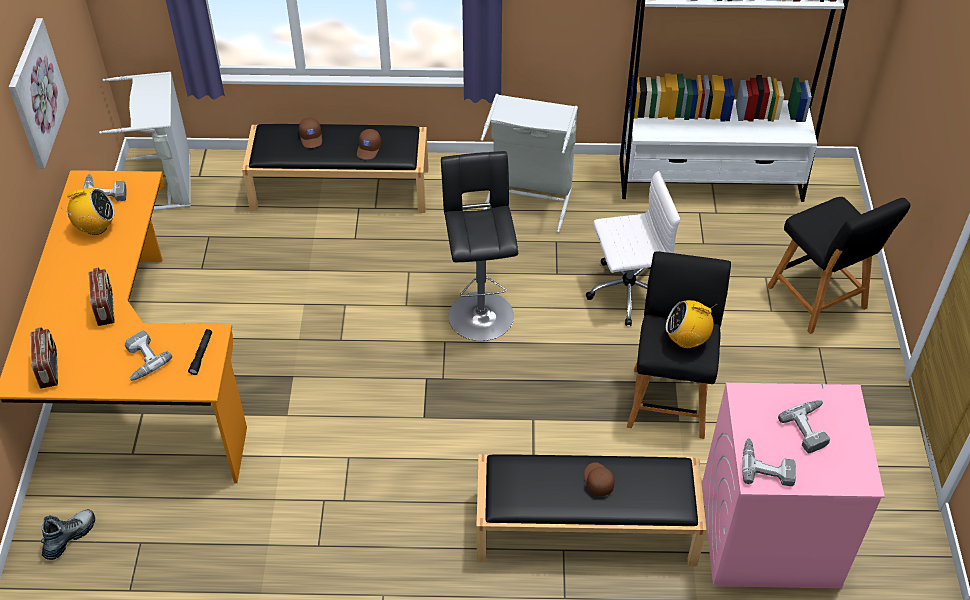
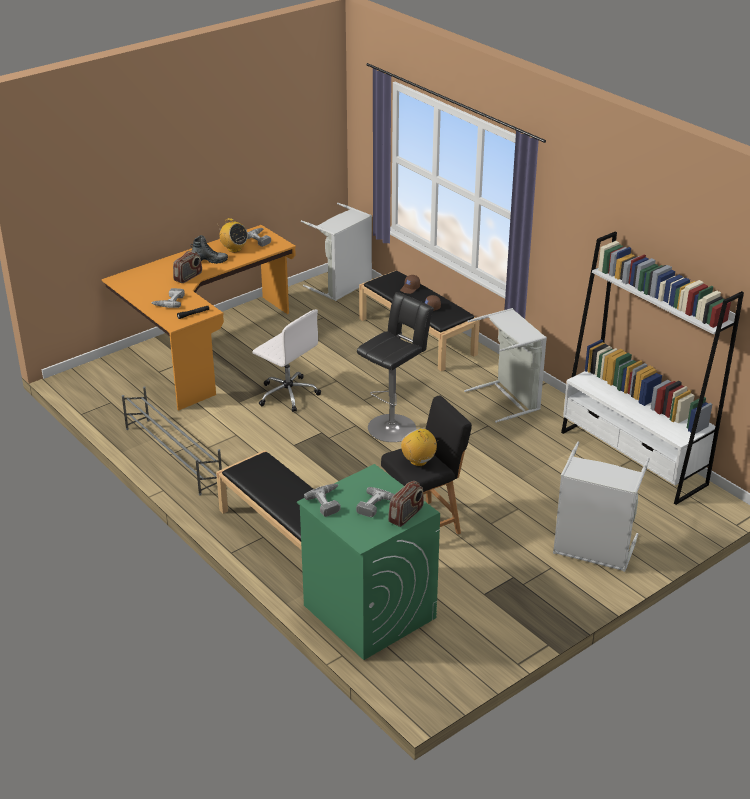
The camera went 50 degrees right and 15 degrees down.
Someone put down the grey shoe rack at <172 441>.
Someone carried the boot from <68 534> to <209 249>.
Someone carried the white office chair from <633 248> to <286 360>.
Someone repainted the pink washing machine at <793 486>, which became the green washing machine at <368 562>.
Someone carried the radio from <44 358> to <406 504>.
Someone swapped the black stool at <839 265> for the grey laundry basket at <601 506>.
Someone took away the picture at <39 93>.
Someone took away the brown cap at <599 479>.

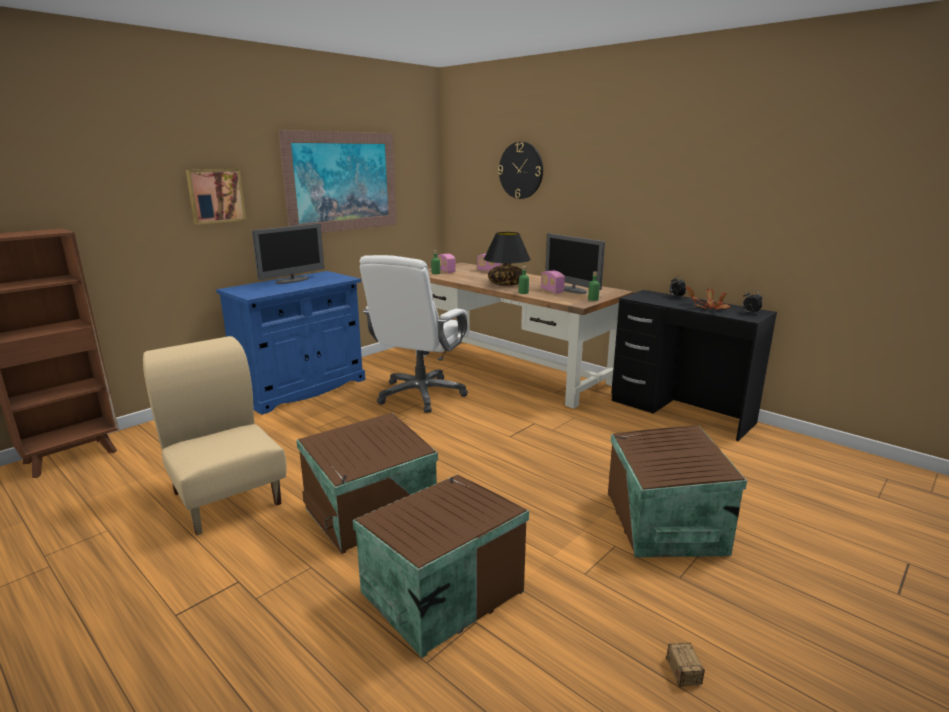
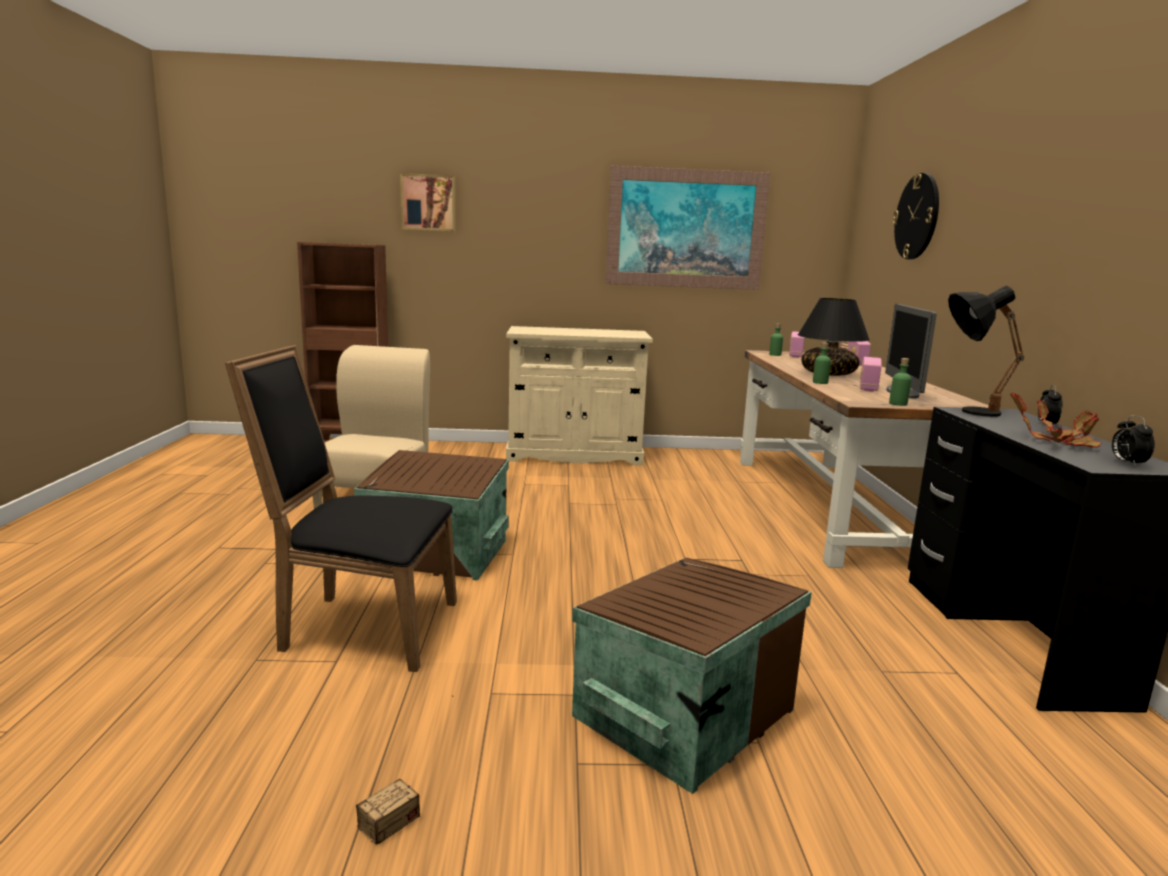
The camera went 45 degrees right and 5 degrees down.
Someone swapped the brown storage box at <441 566> for the black chair at <341 508>.
Someone carried the picture from <216 197> to <428 202>.
Someone repainted the blue cabinet at <290 343>, which became the beige cabinet at <579 395>.
Someone put down the black table lamp at <986 351>.
Someone took away the monitor at <288 253>.
Someone took away the white office chair at <414 334>.

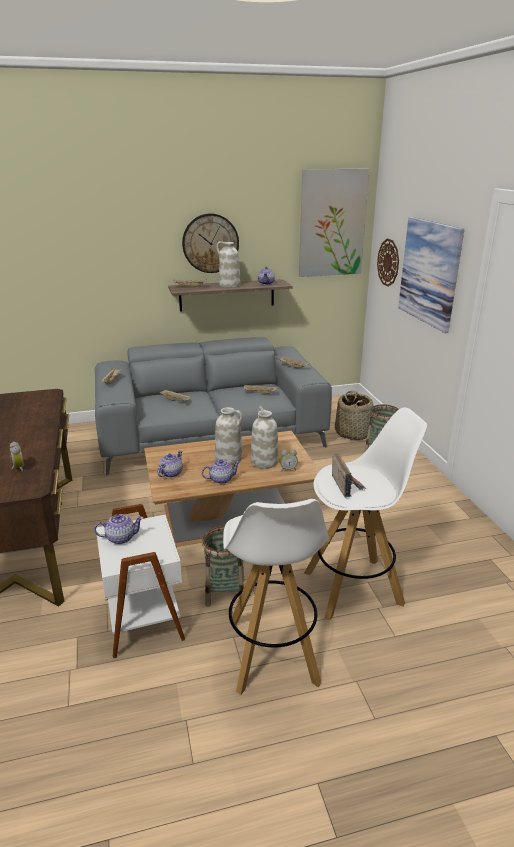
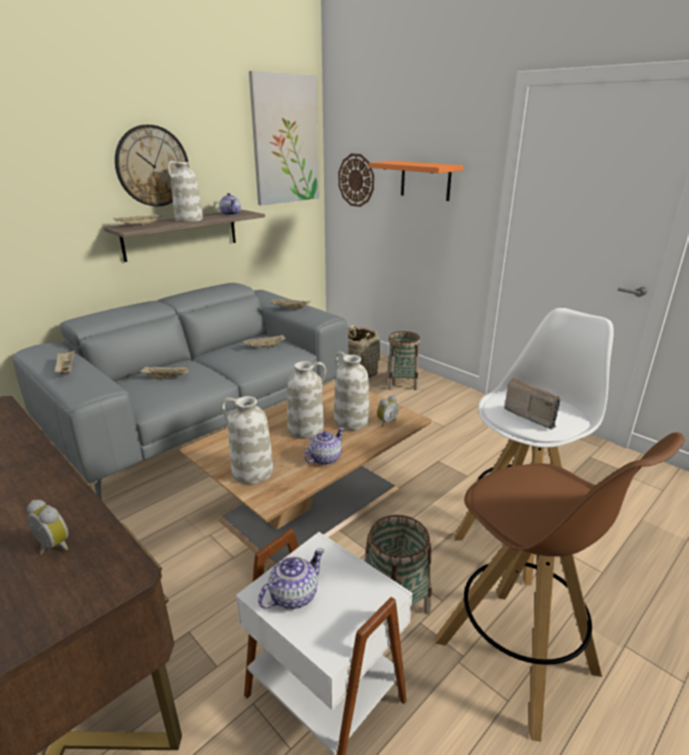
The camera went 30 degrees left and 0 degrees up.
Someone swapped the teapot at <170 464> for the white vase at <247 440>.
Someone swapped the picture at <431 275> for the orange shelf at <416 181>.
Someone repainted the white stool at <276 597>, which became the brown stool at <560 587>.

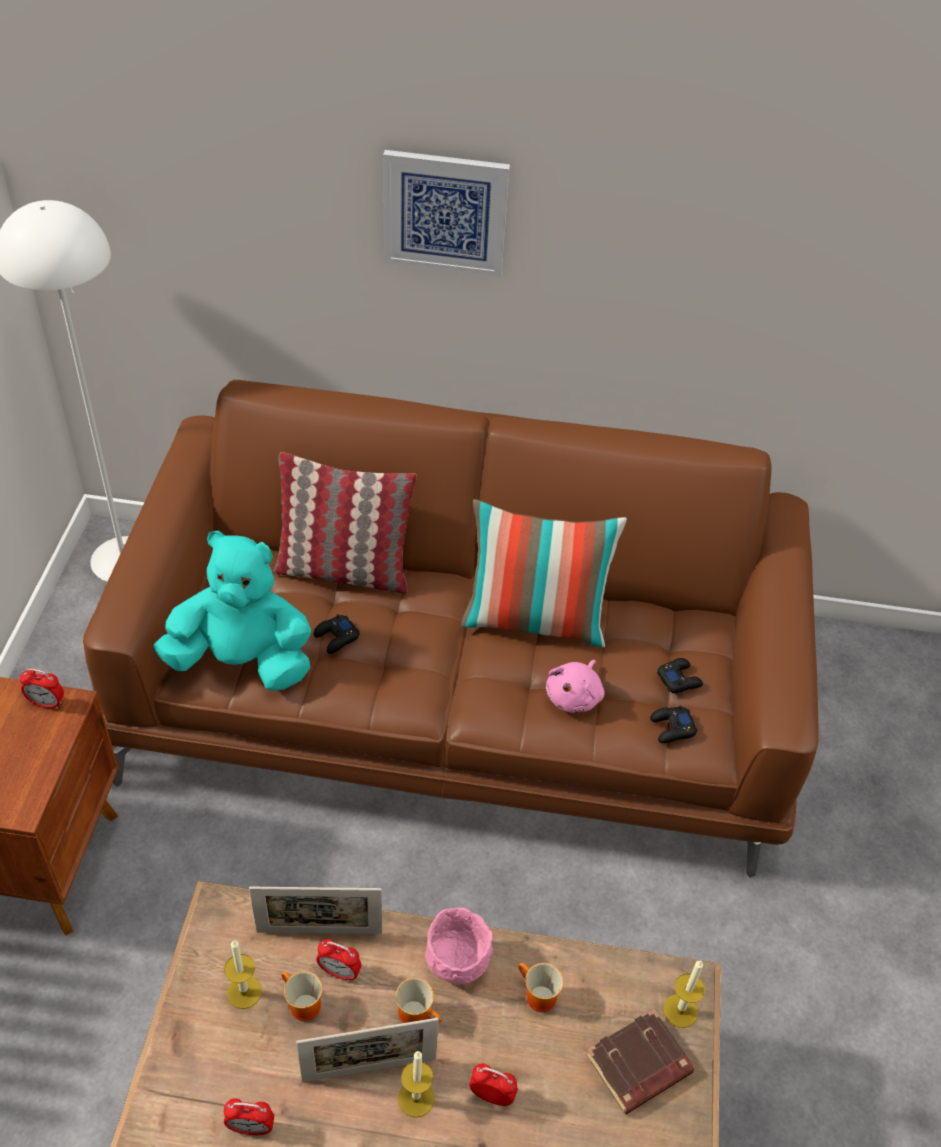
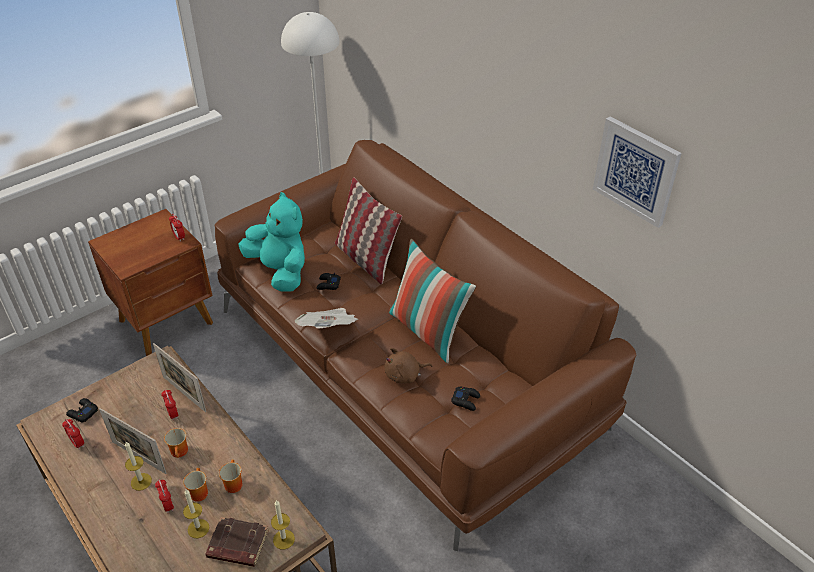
The camera went 45 degrees right and 5 degrees down.
Someone carried the black game controller from <673 724> to <82 410>.
Someone carried the mug from <302 996> to <195 485>.
Someone carried the candle from <243 974> to <196 514>.
Someone put down the newspaper at <326 318>.
Someone repainted the pink plush toy at <575 686>, which became the brown plush toy at <408 366>.
Someone carried the picture from <446 214> to <637 172>.
Someone took away the pink bowl at <459 946>.

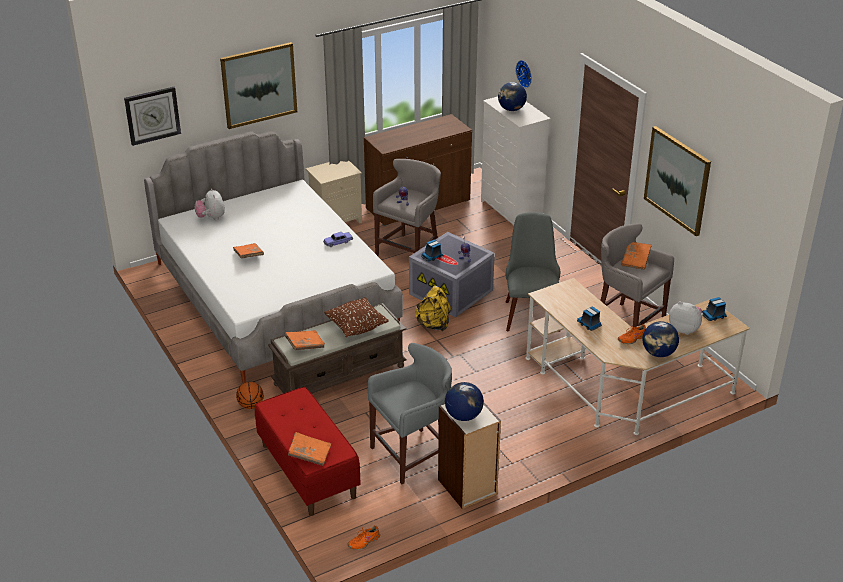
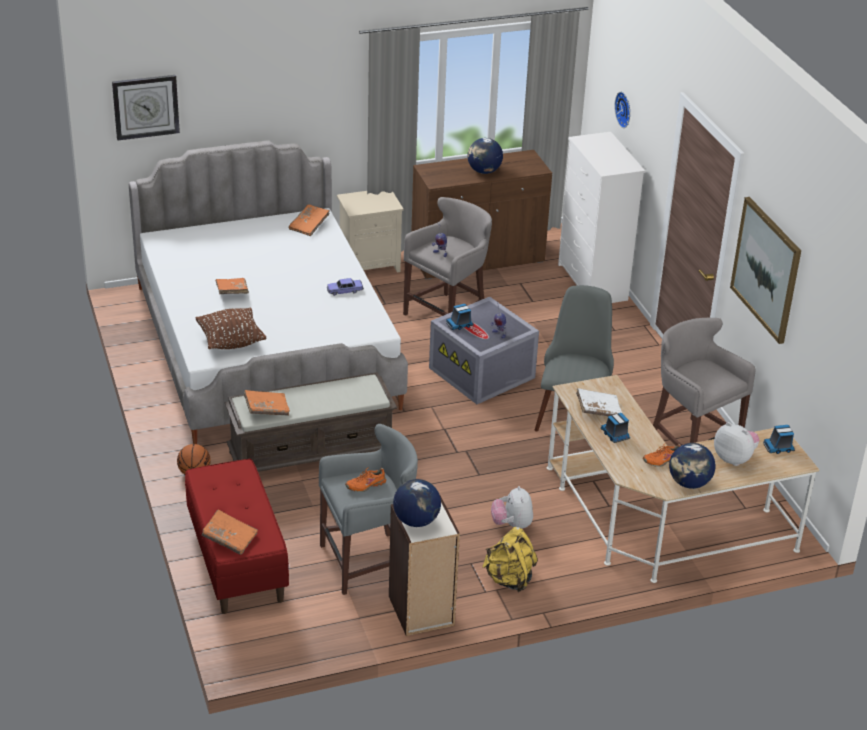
The camera went 10 degrees right and 0 degrees up.
Someone carried the brown pillow from <356 317> to <230 328>.
Someone carried the orange book from <636 256> to <309 220>.
Someone carried the orange shoe from <363 537> to <365 479>.
Someone carried the globe from <512 96> to <485 156>.
Someone carried the yellow backpack from <433 308> to <510 559>.
Someone carried the plush toy from <210 204> to <512 507>.
Someone put down the white book at <599 402>.
Someone took away the picture at <258 85>.

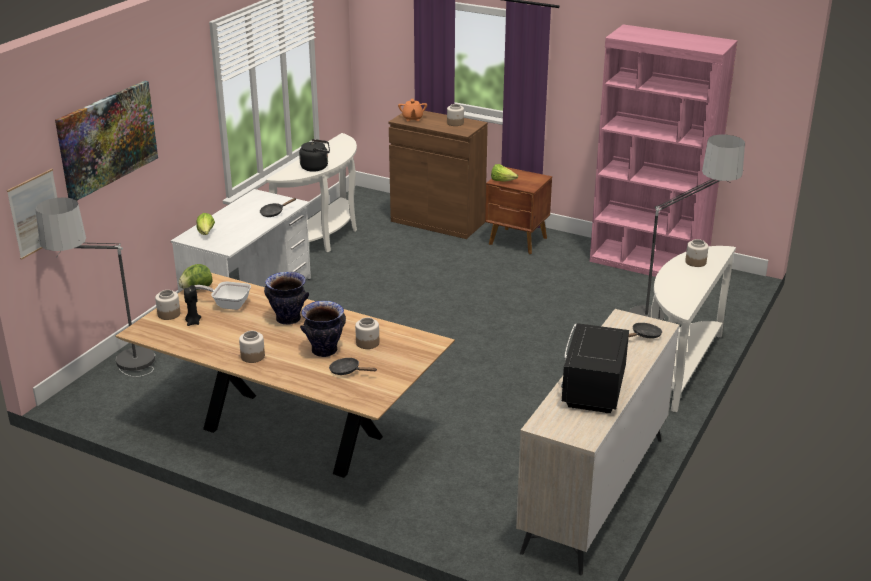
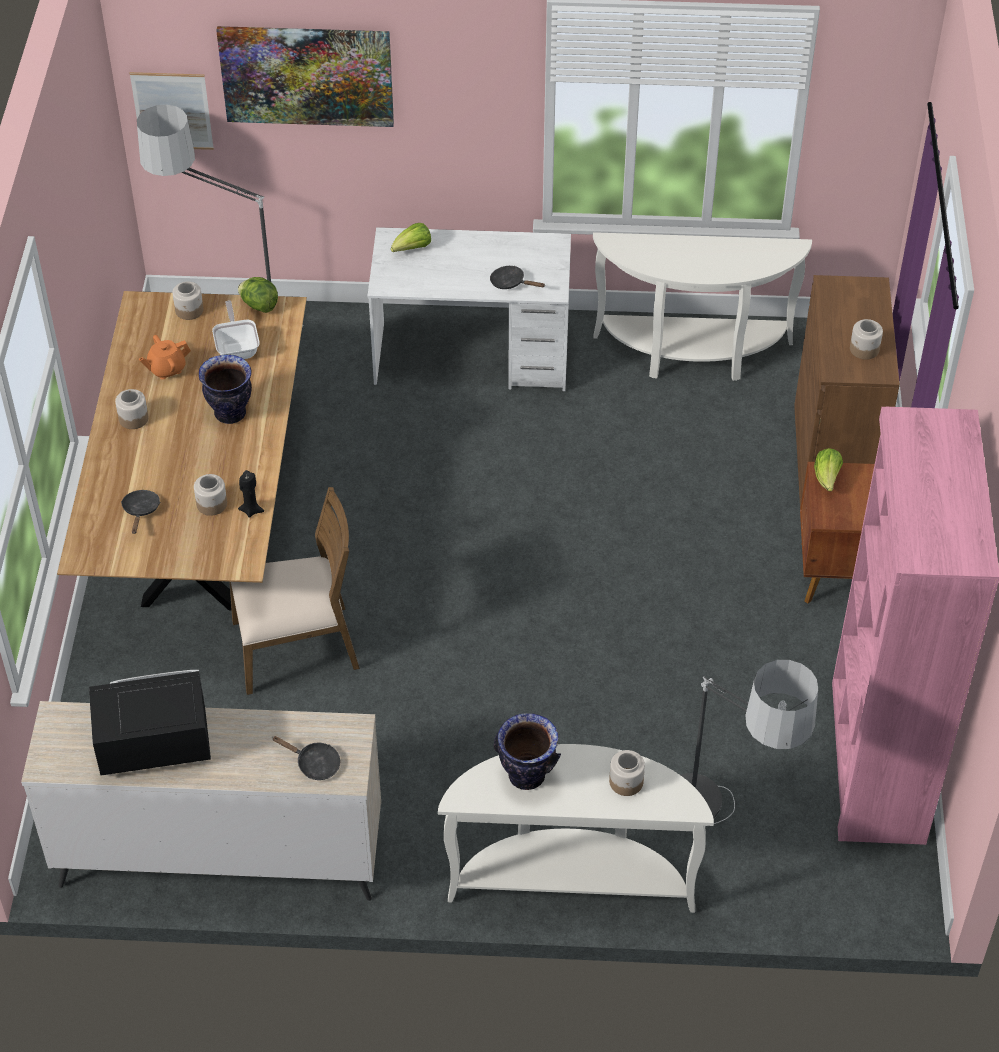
The camera went 65 degrees right and 20 degrees up.
Someone carried the orange teapot from <412 110> to <165 357>.
Someone put down the brown chair at <294 591>.
Someone carried the black candle from <192 305> to <251 494>.
Someone carried the vase from <323 329> to <527 751>.
Someone took away the black kettle at <314 155>.

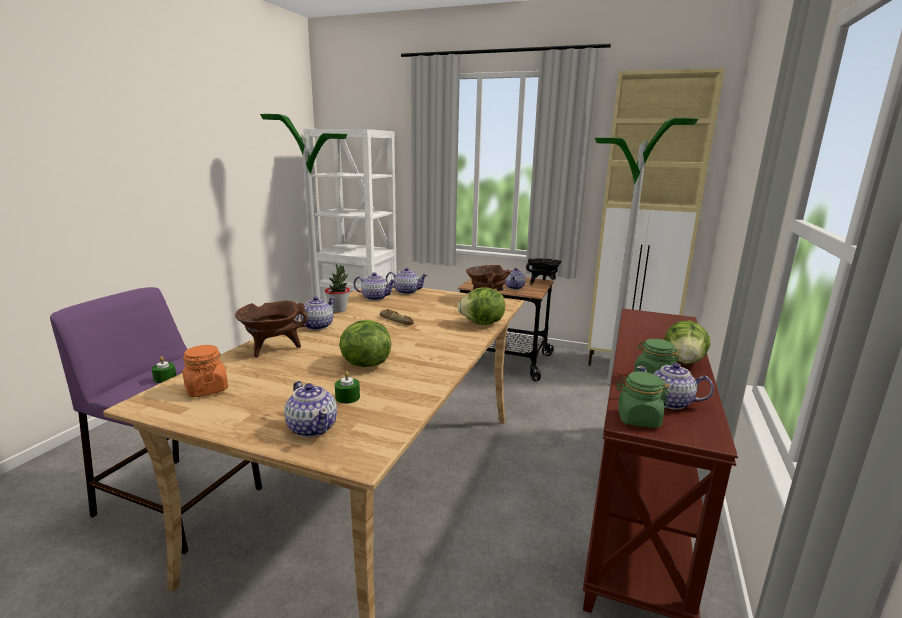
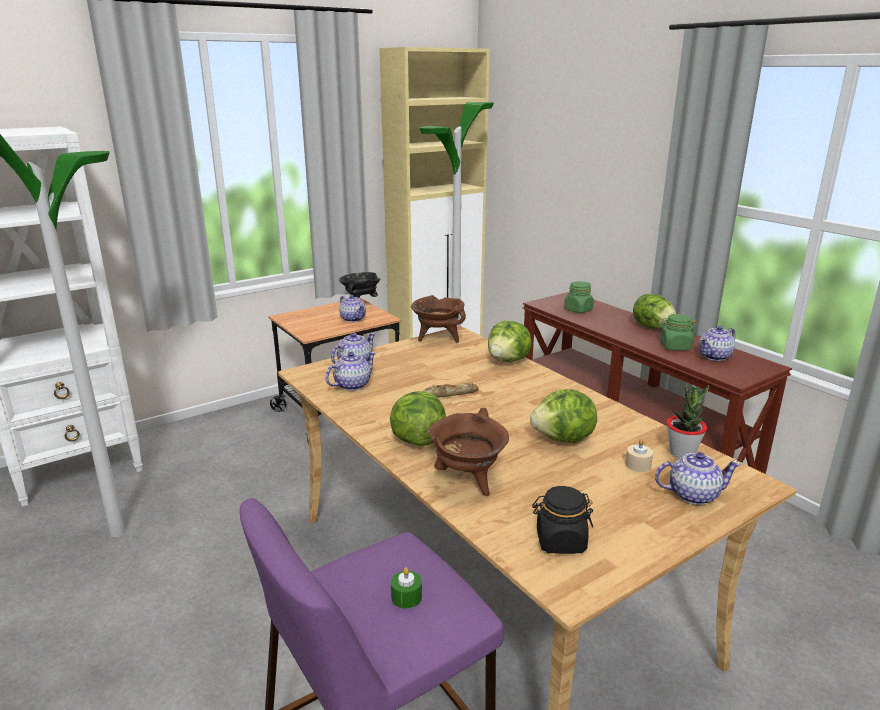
The camera went 55 degrees left and 5 degrees up.
Someone swapped the teapot at <315 313> for the lettuce at <418 418>.
Someone repainted the orange jar at <205 371>, which became the black jar at <562 520>.
Someone carried the green jar from <642 400> to <579 297>.
Someone repainted the green candle at <347 387>, which became the beige candle at <639 455>.
Someone carried the potted plant from <337 288> to <688 421>.

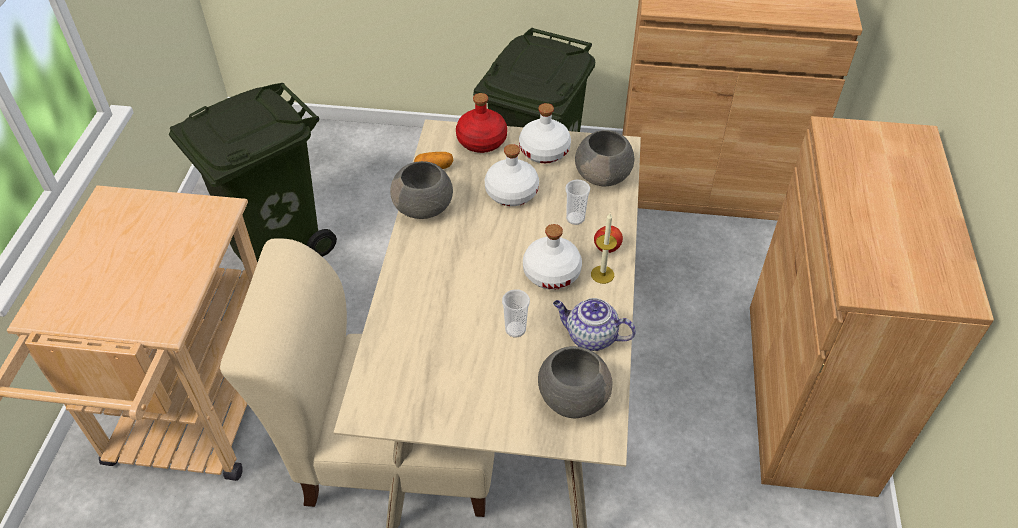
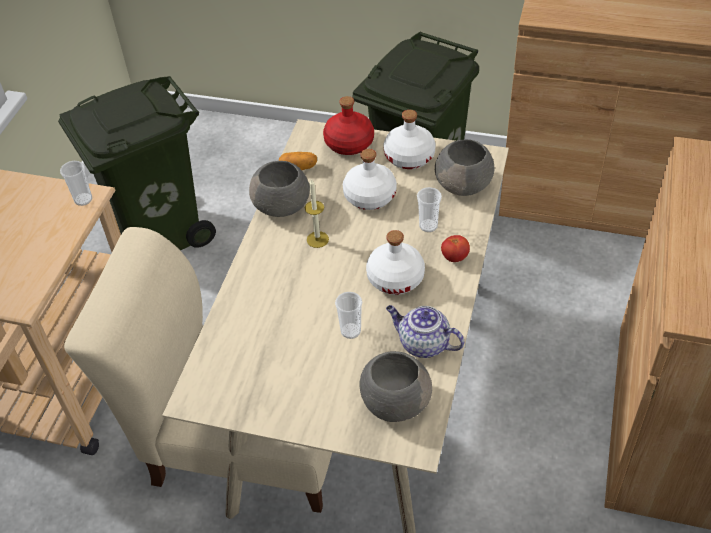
The camera went 10 degrees right and 0 degrees up.
Someone put down the cup at <76 183>.
Someone carried the candle from <604 248> to <317 213>.

